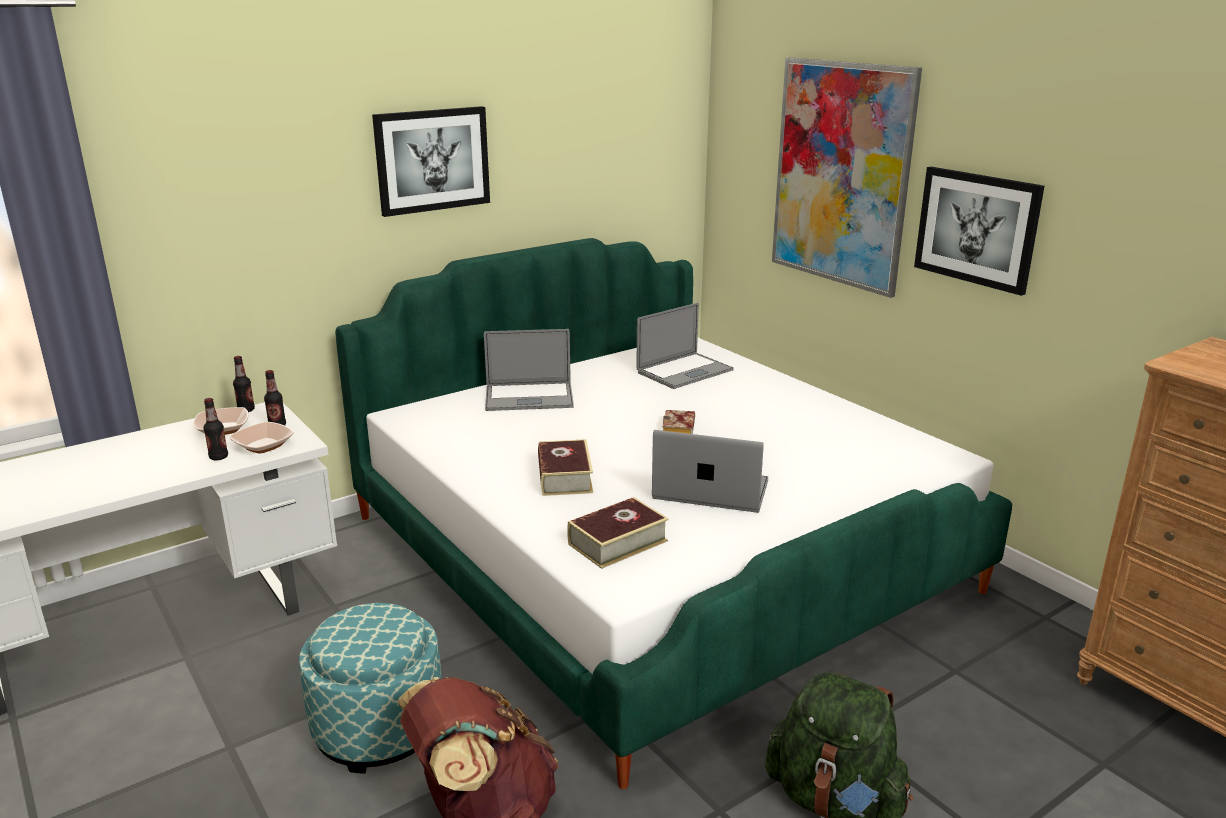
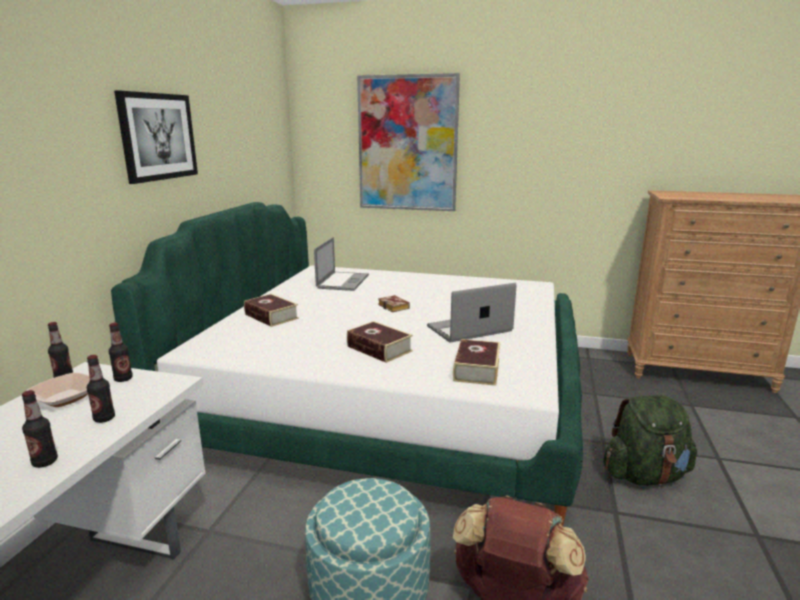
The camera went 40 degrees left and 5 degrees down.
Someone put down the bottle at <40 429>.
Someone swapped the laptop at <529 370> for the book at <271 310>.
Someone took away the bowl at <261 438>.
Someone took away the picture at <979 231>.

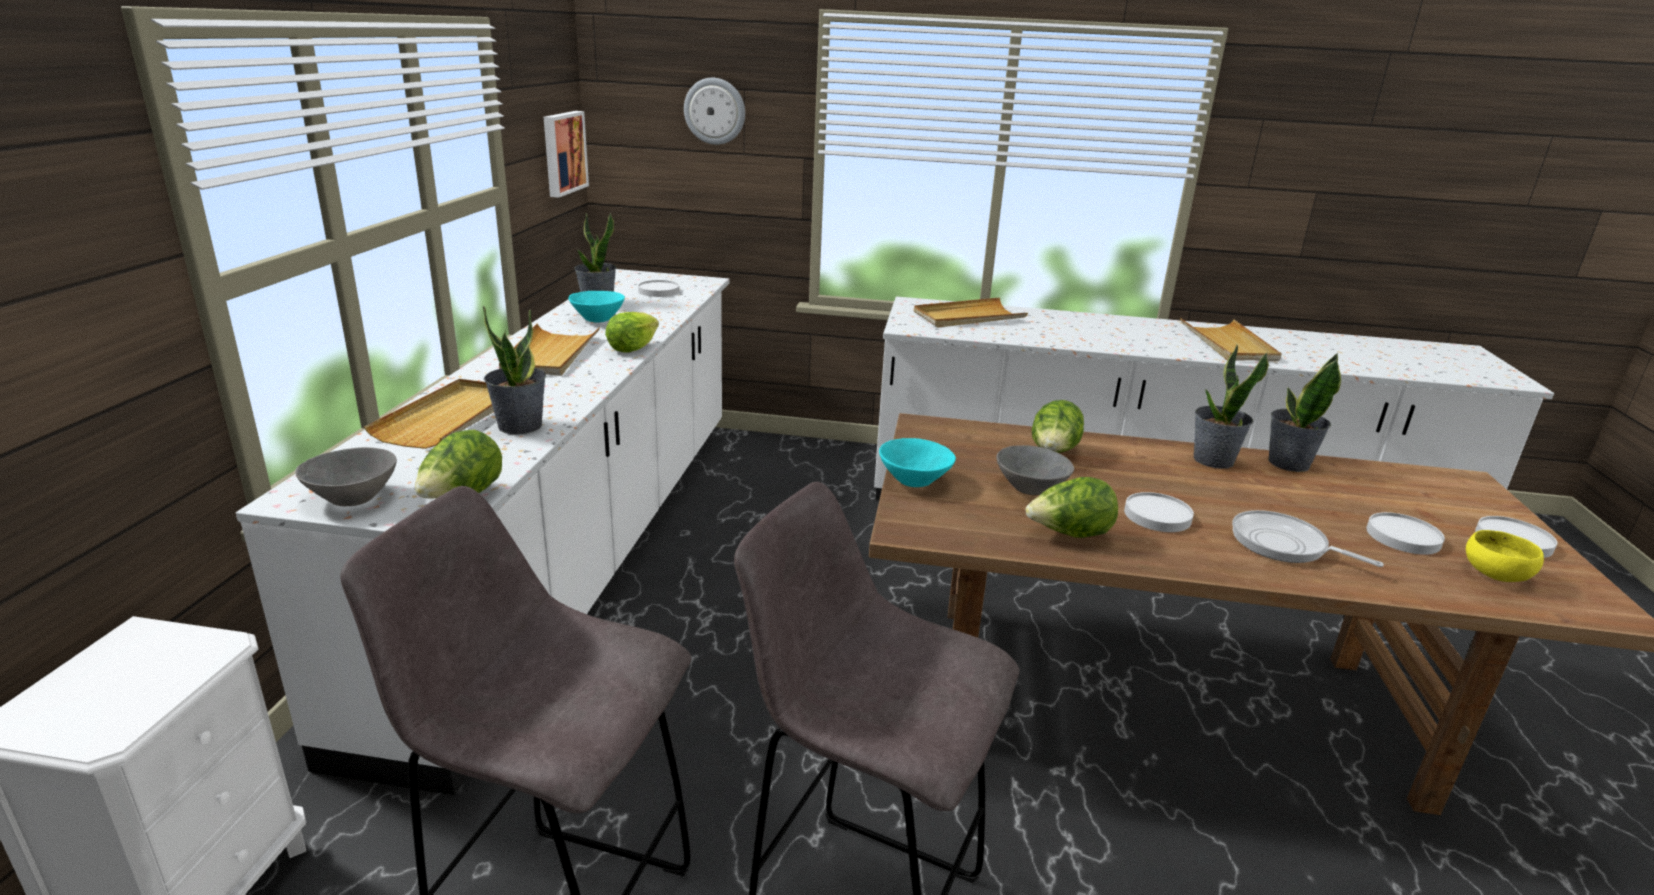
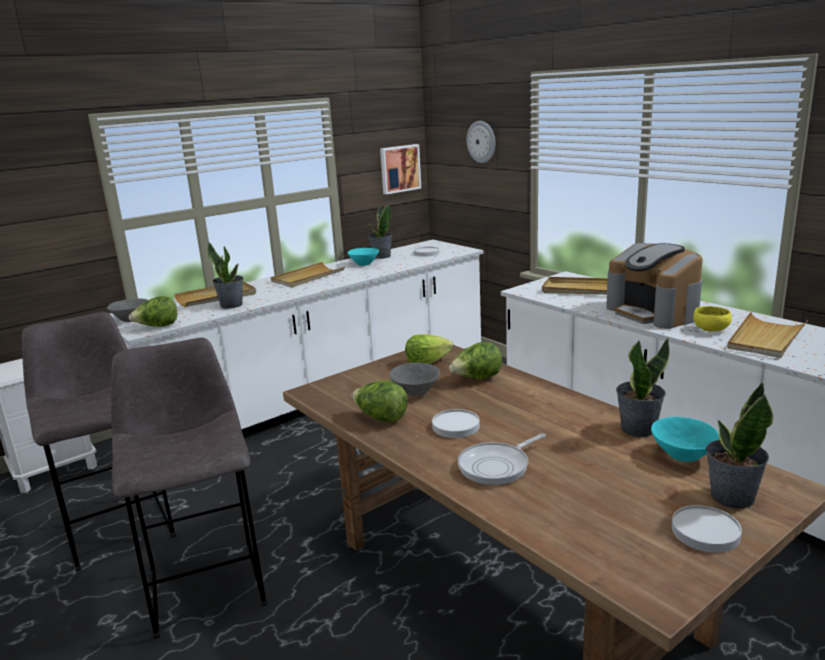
The camera went 45 degrees right and 5 degrees down.
Someone carried the lettuce from <632 332> to <429 349>.
Someone rotated the frying pan at <1308 538> by 120 degrees counterclockwise.
Someone put down the coffee machine at <654 286>.
Someone carried the turquoise bowl from <917 462> to <685 439>.
Someone carried the yellow bowl from <1505 556> to <712 319>.
Someone carried the potted plant from <1231 407> to <739 445>.
Someone took away the white plate at <1405 533>.

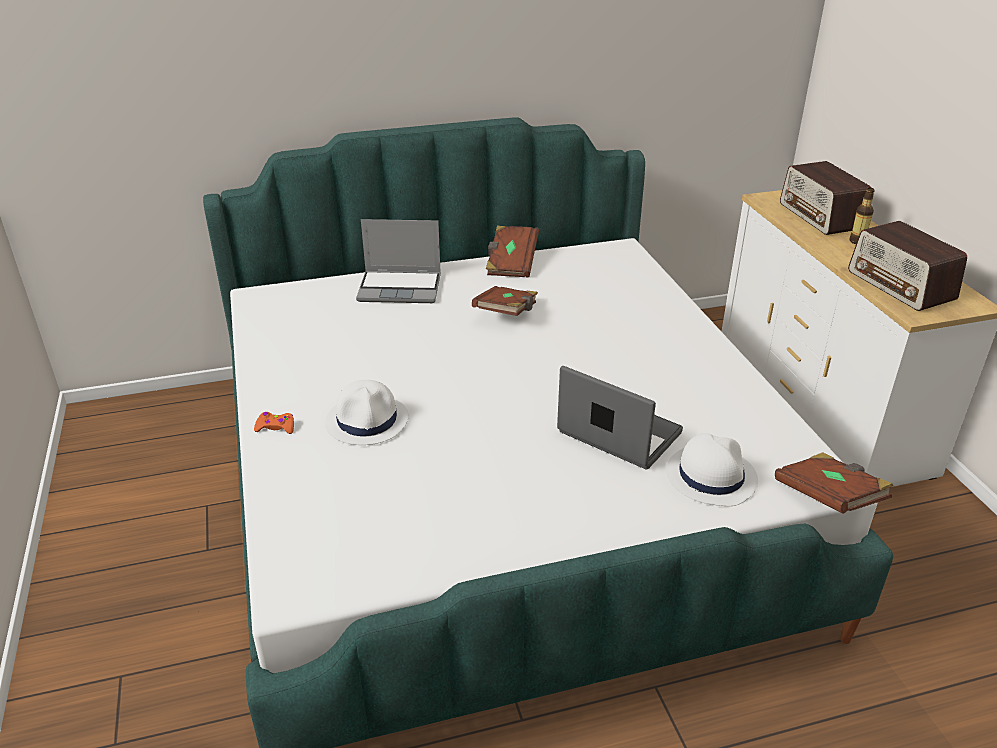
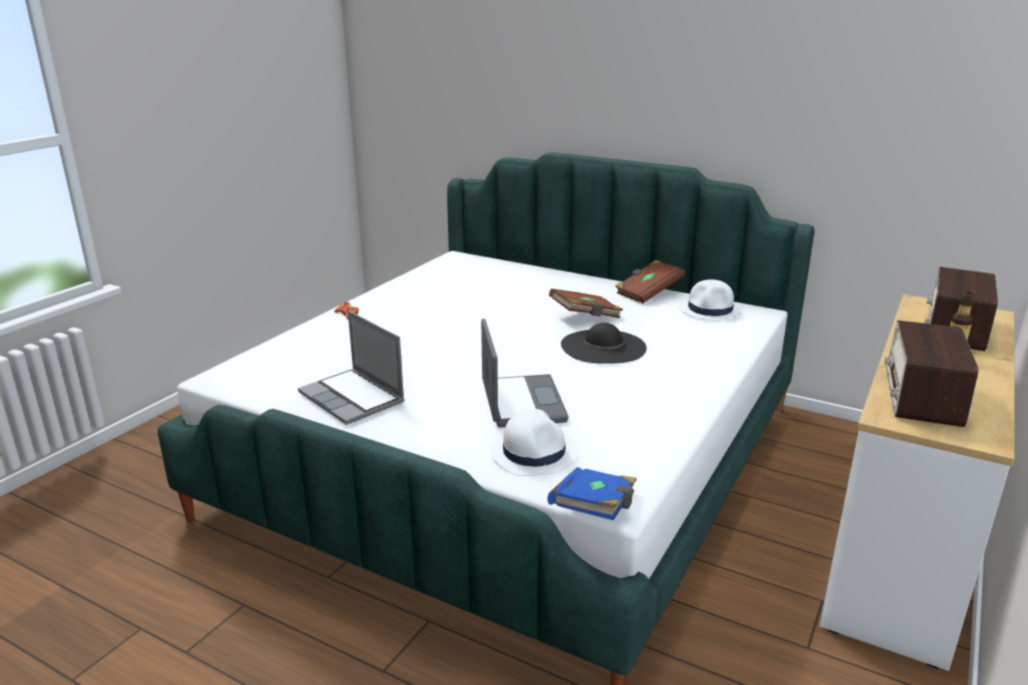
The camera went 45 degrees right and 10 degrees down.
Someone carried the laptop from <398 261> to <351 368>.
Someone repainted the brown book at <834 483>, which became the blue book at <592 493>.
Someone put down the black hat at <604 343>.
Someone carried the white hat from <367 412> to <710 299>.

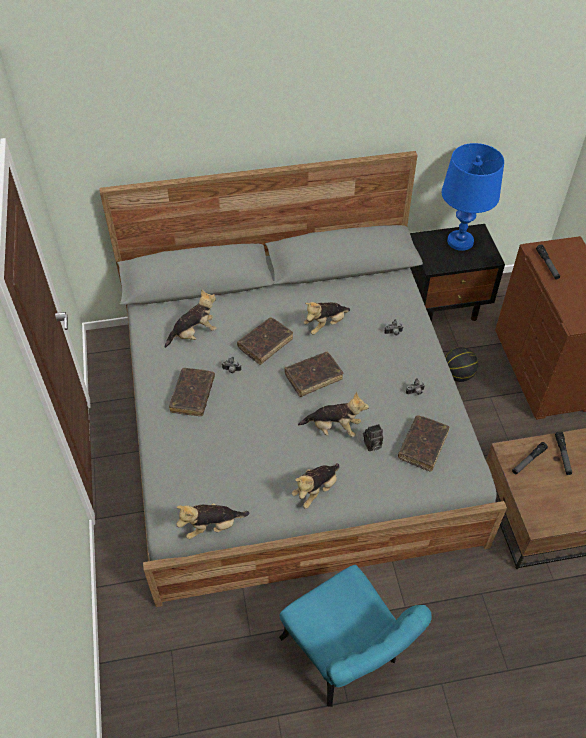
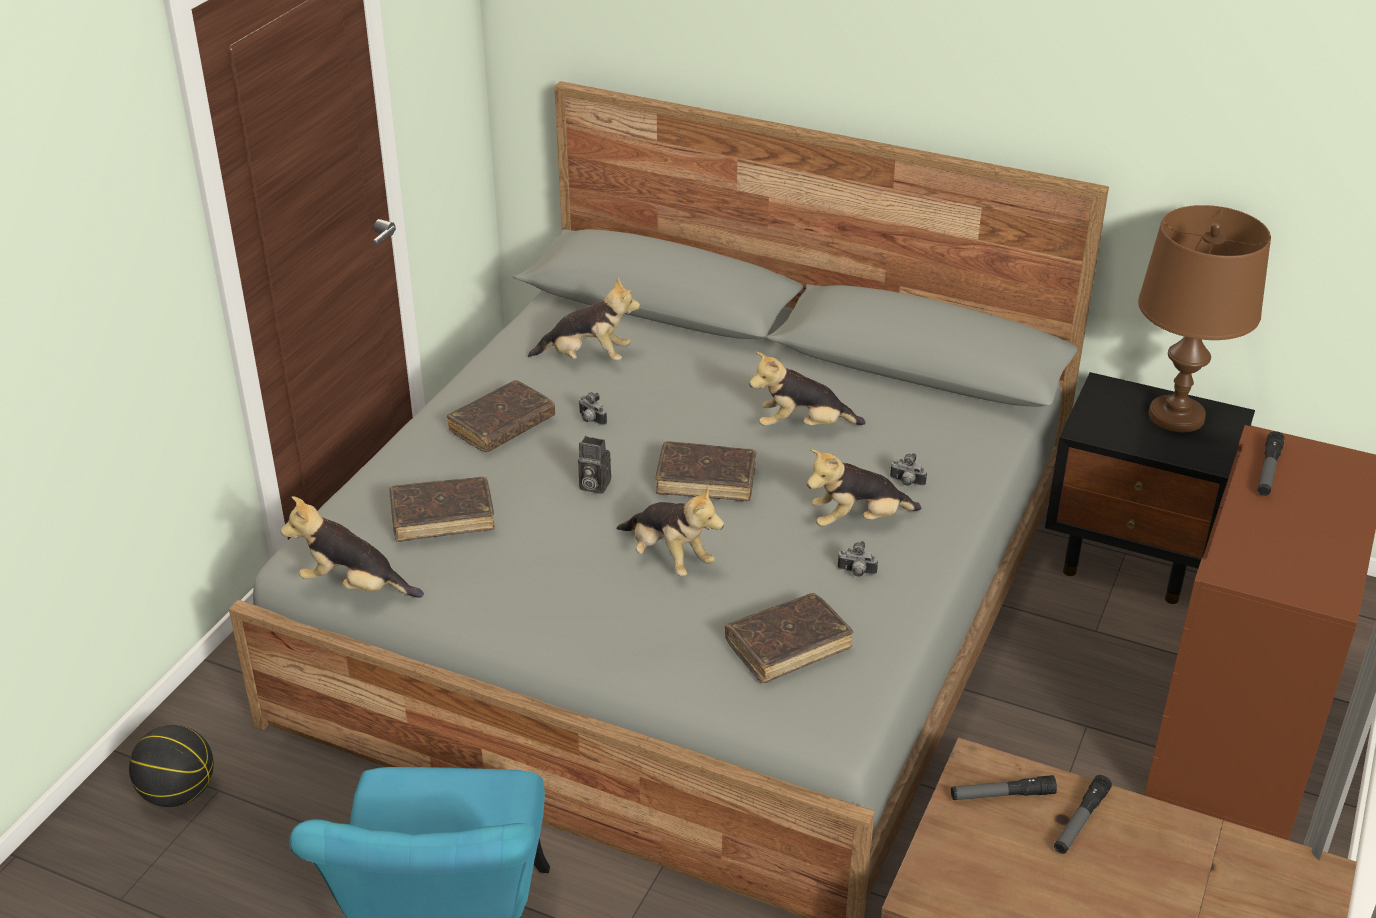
The camera went 35 degrees right and 15 degrees down.
Someone carried the basketball from <461 364> to <171 766>.
Someone carried the brown book from <265 341> to <442 509>.
Someone carried the photo camera from <373 437> to <594 465>.
Someone carried the plush toy from <316 486> to <864 488>.
Someone repainted the blue table lamp at <473 197>, which became the brown table lamp at <1204 318>.

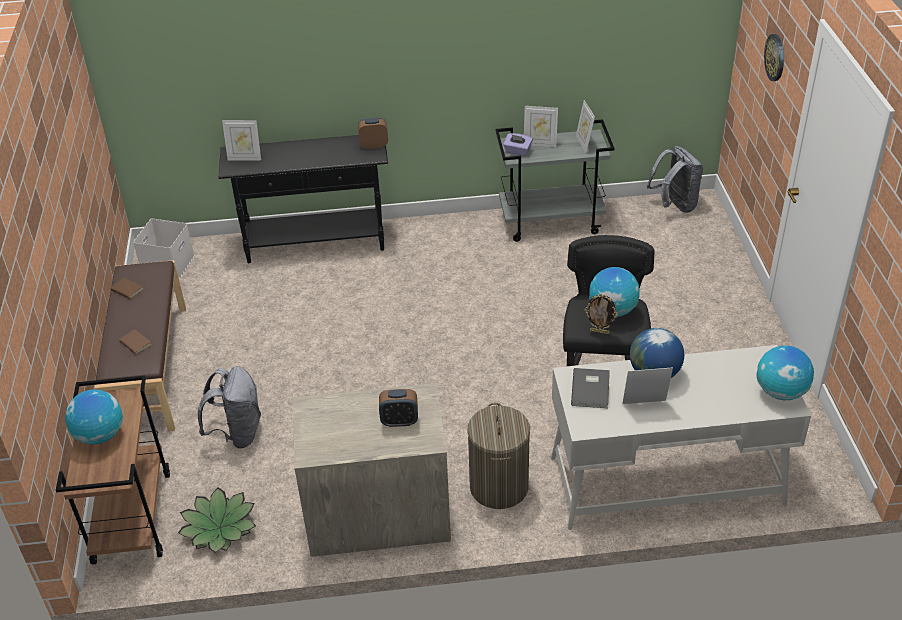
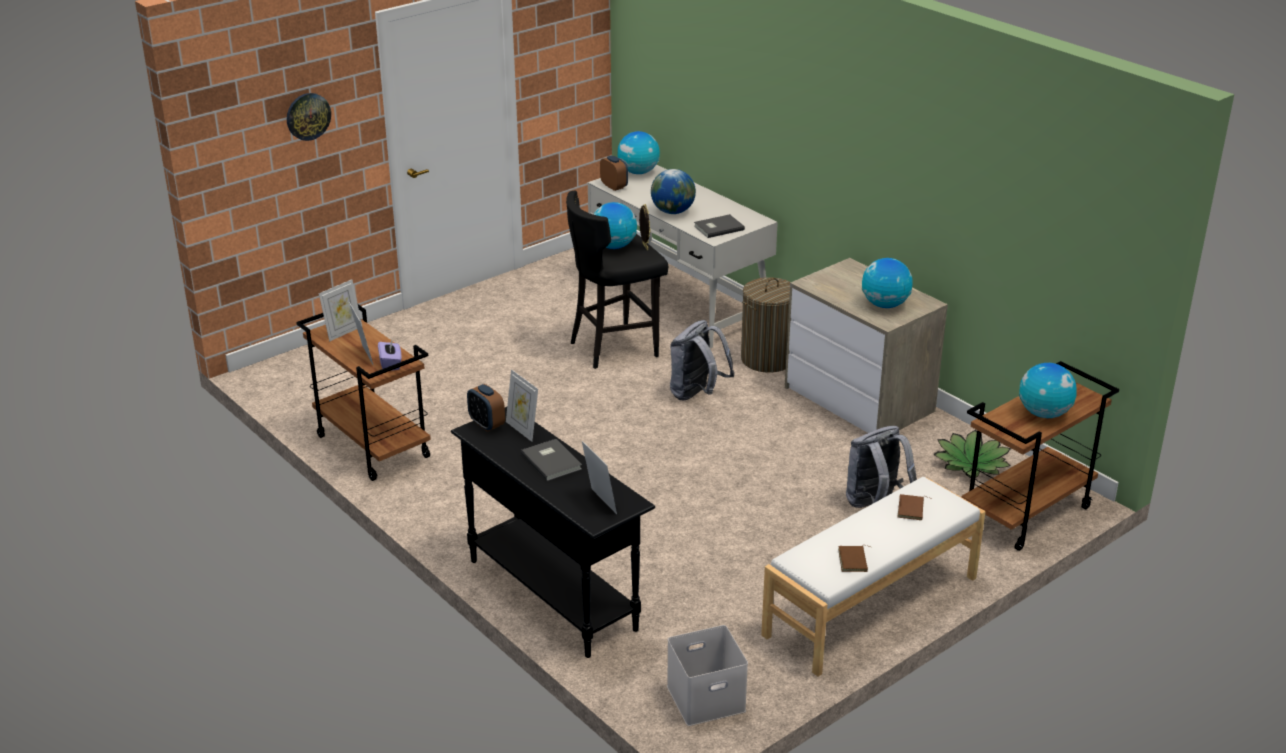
The camera went 125 degrees left and 10 degrees down.
Someone repainted the grey cart at <555 180>, which became the brown cart at <363 392>.
Someone carried the picture frame from <647 385> to <522 406>.
Someone put down the grey book at <551 460>.
Someone carried the alarm clock from <398 408> to <614 173>.
Someone carried the grey backpack from <675 179> to <702 360>.
Someone repainted the brown bench at <140 345>, which became the white bench at <873 576>.
Someone put down the globe at <887 283>.

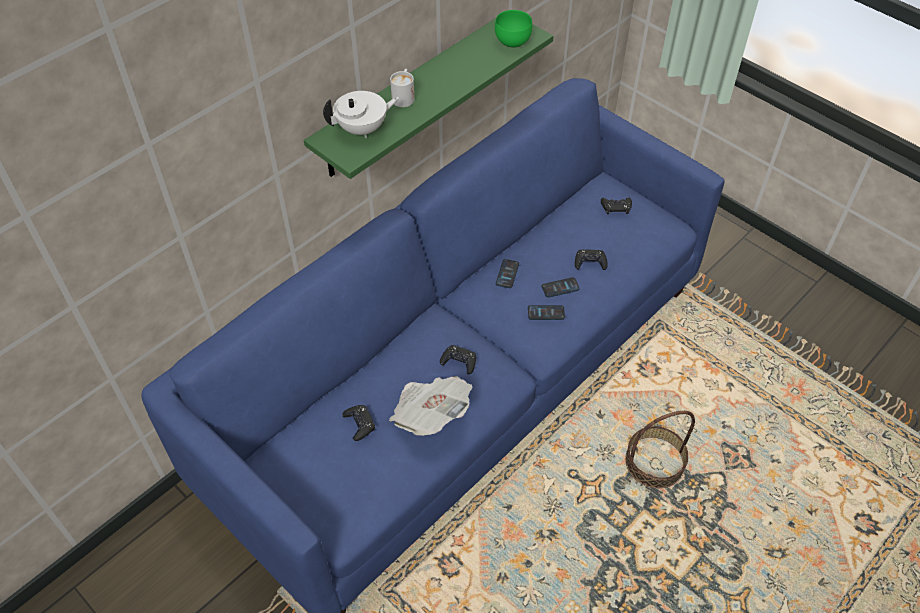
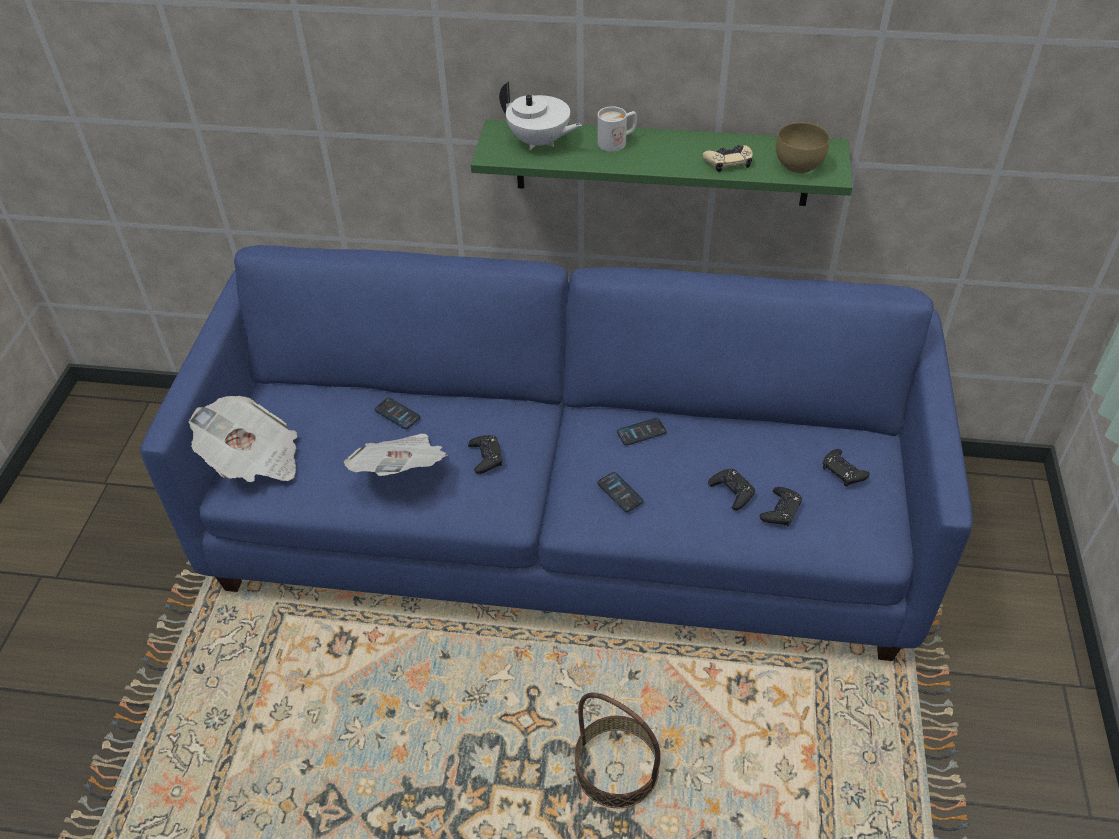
The camera went 55 degrees right and 5 degrees down.
Someone put down the newspaper at <243 439>.
Someone carried the phone from <561 287> to <397 413>.
Someone put down the beige game controller at <728 158>.
Someone carried the black game controller from <358 423> to <781 506>.
Someone repainted the green bowl at <513 29>, which became the brown bowl at <802 148>.

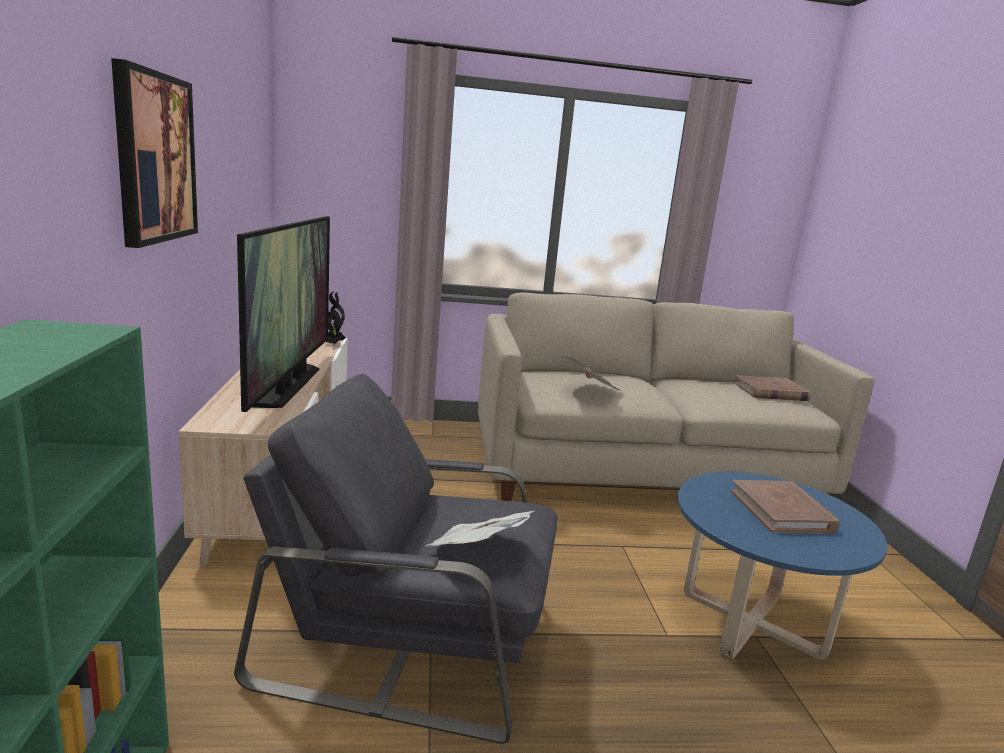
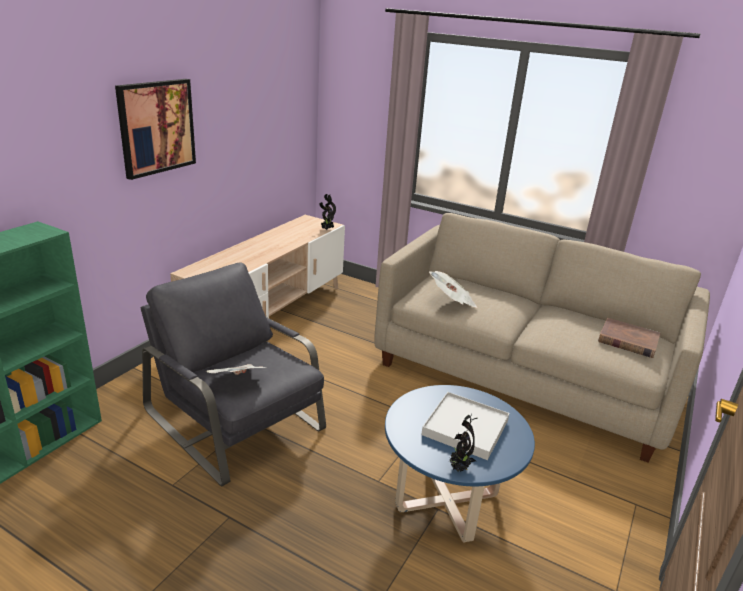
The camera went 35 degrees right and 10 degrees up.
Someone swapped the brown book at <785 506> for the white tray at <465 426>.
Someone put down the potted plant at <463 443>.
Someone took away the television at <283 314>.

